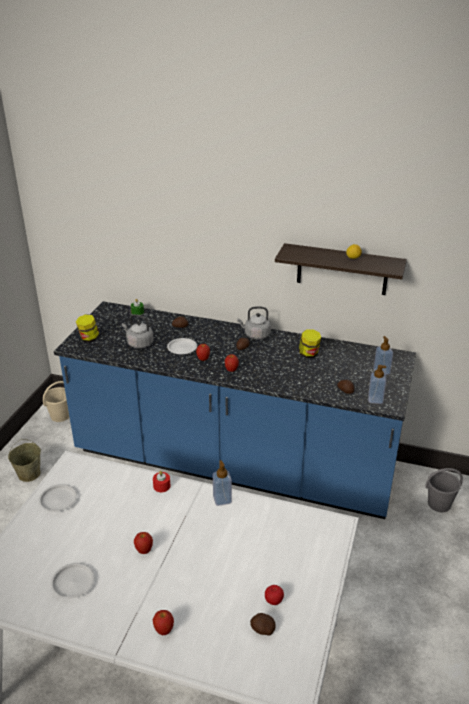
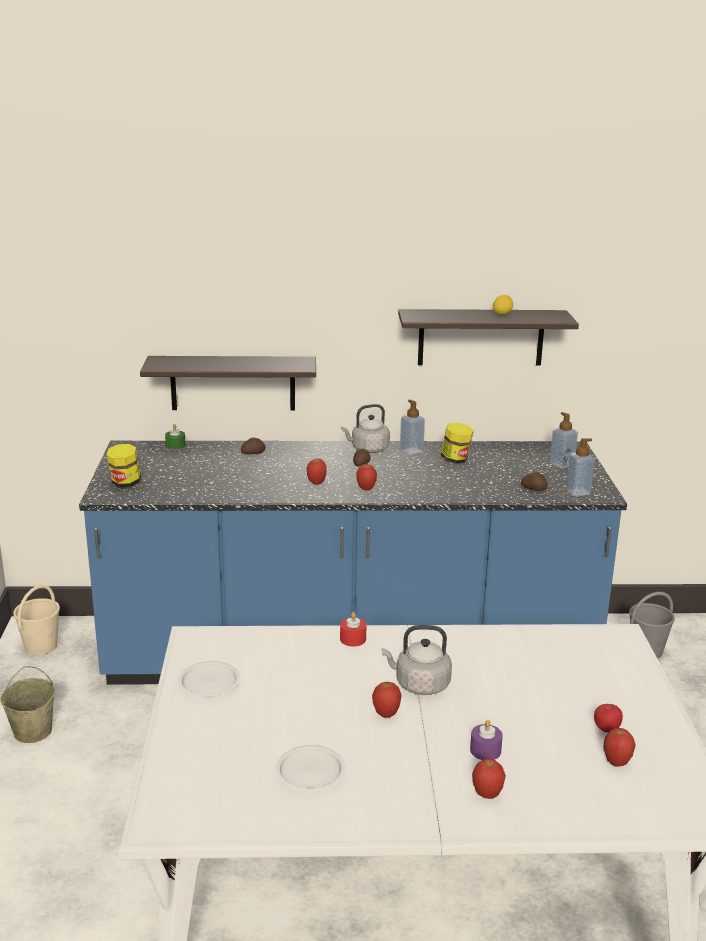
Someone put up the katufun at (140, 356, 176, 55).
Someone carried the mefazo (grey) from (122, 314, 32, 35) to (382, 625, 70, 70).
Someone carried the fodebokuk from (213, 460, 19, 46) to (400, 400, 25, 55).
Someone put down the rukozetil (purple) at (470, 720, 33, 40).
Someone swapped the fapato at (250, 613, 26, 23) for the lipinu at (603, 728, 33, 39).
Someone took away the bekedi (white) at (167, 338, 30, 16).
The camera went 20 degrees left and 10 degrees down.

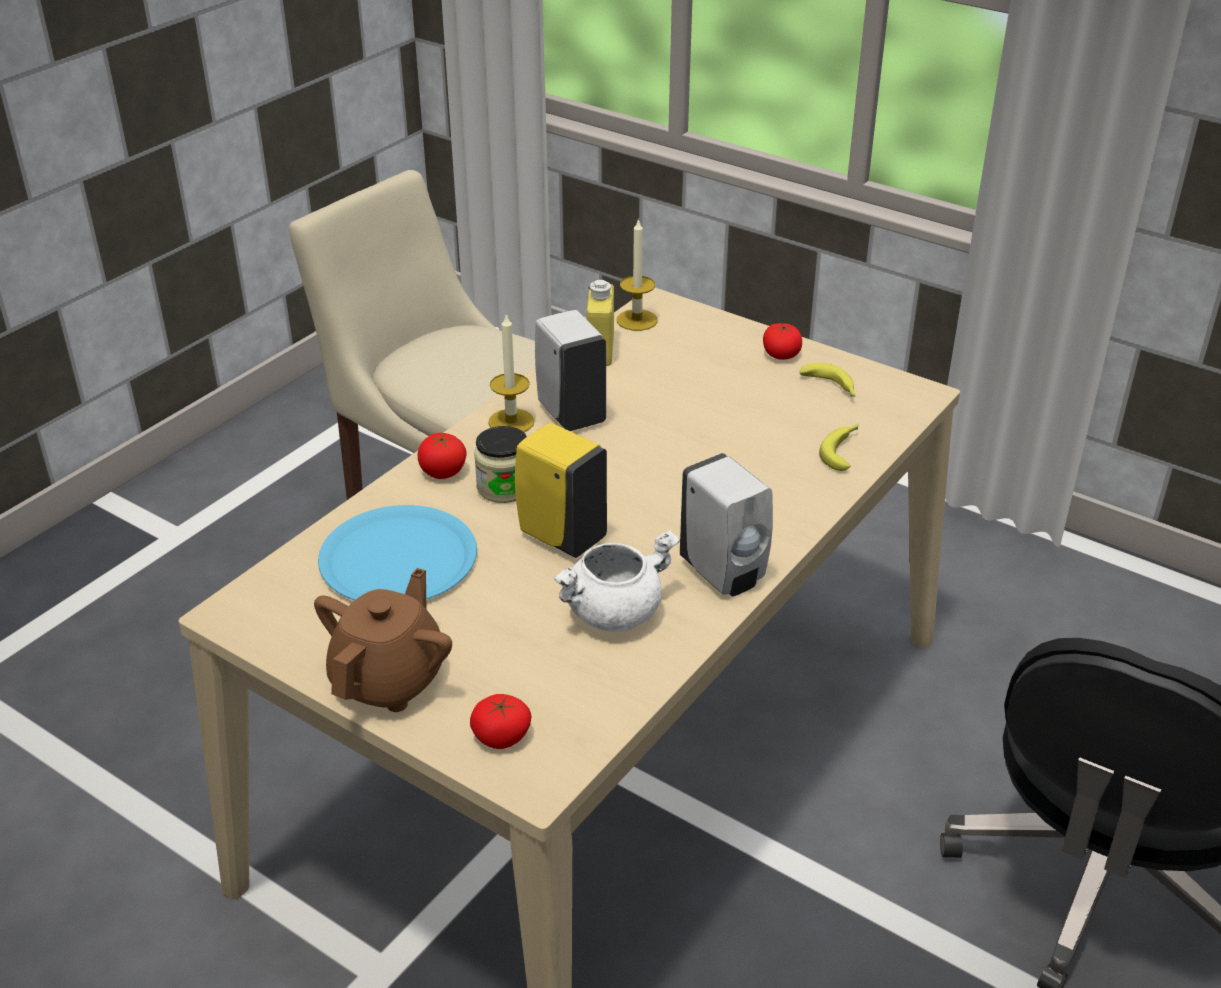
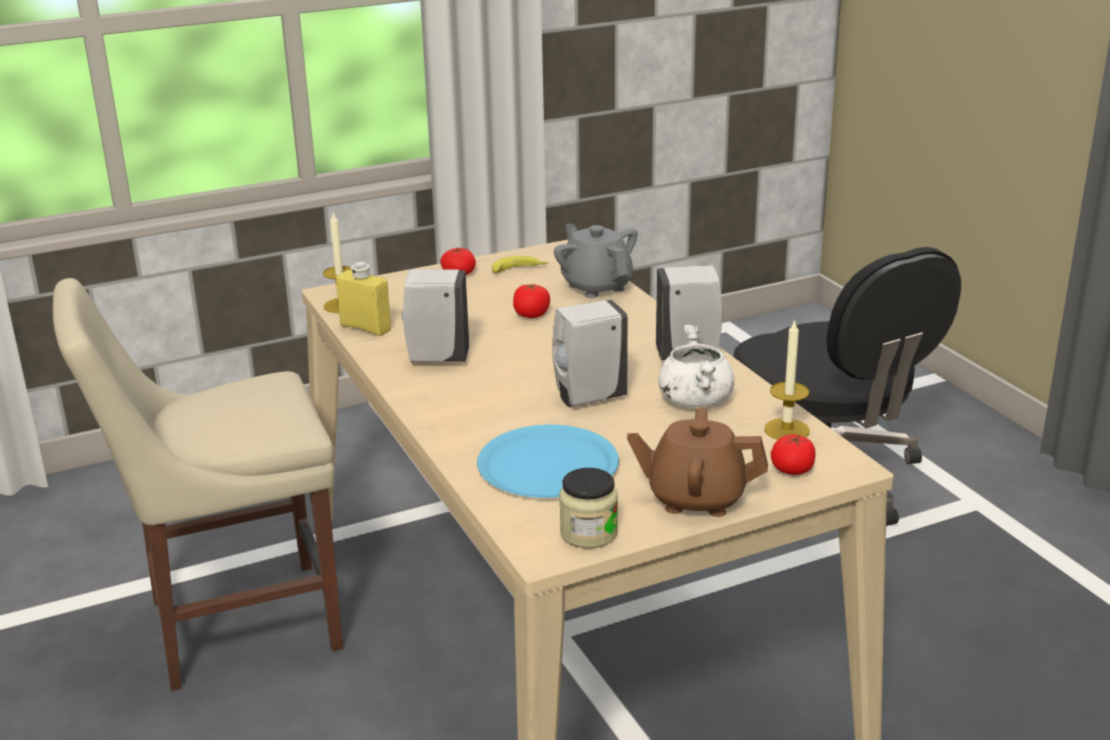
Someone carried the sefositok from (418, 433, 49, 46) to (513, 283, 37, 35).
Someone repainted the fodebokuk (yellow) at (515, 423, 92, 135), which became the fodebokuk (white) at (552, 300, 76, 107).
Someone swapped the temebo at (819, 424, 39, 47) for the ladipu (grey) at (554, 224, 84, 74).
Someone carried the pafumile from (474, 426, 53, 77) to (559, 468, 59, 80).
Someone rotated the ladipu (brown) at (314, 568, 138, 144) by 45 degrees counterclockwise.
Someone carried the rukozetil from (488, 314, 47, 118) to (764, 319, 46, 121).
The camera went 60 degrees left and 10 degrees down.

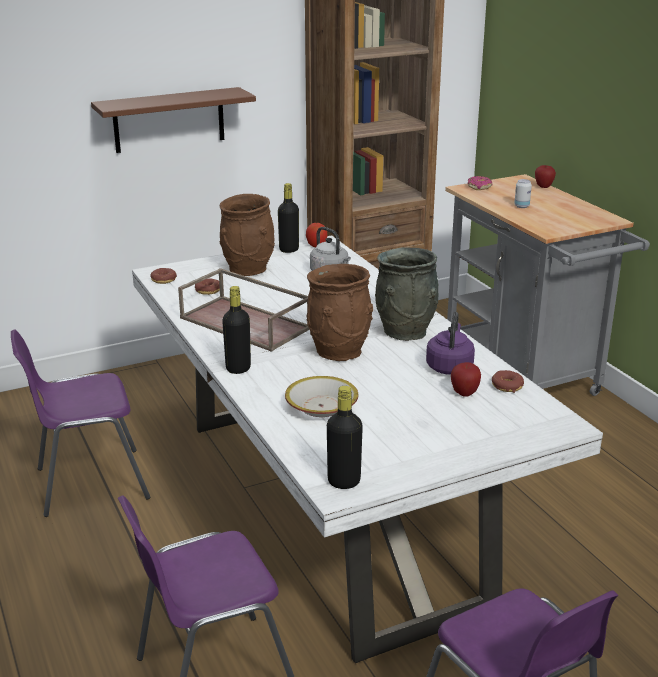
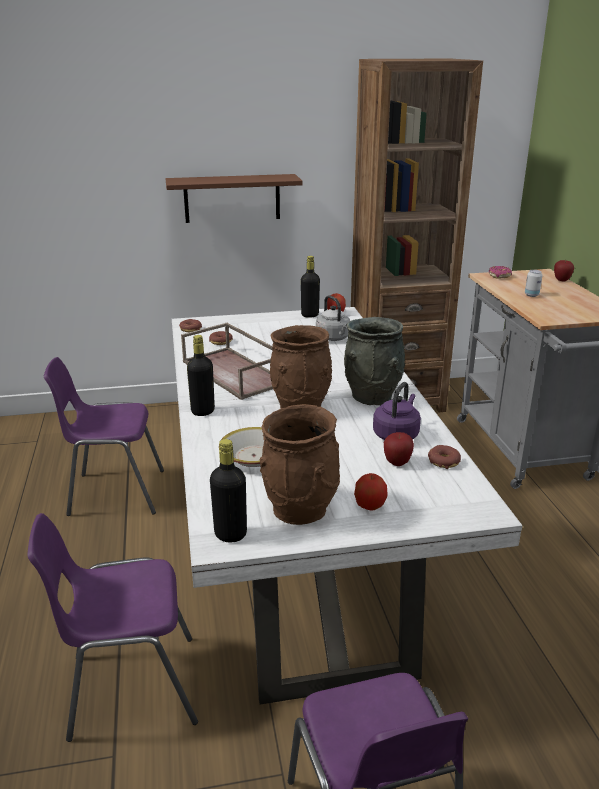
Someone carried the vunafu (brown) from (220, 194, 55, 82) to (260, 404, 80, 121).
Someone put down the lipinu at (354, 473, 33, 38).
The camera went 15 degrees right and 0 degrees up.

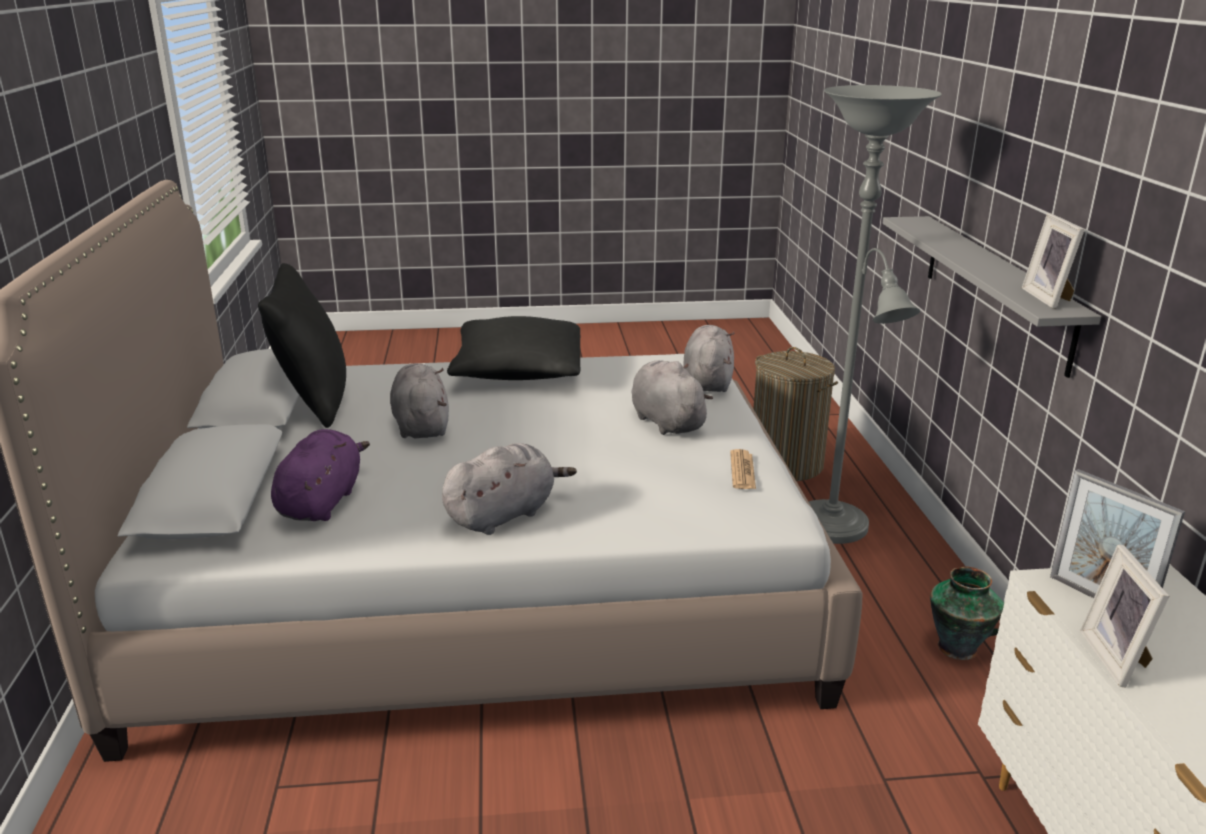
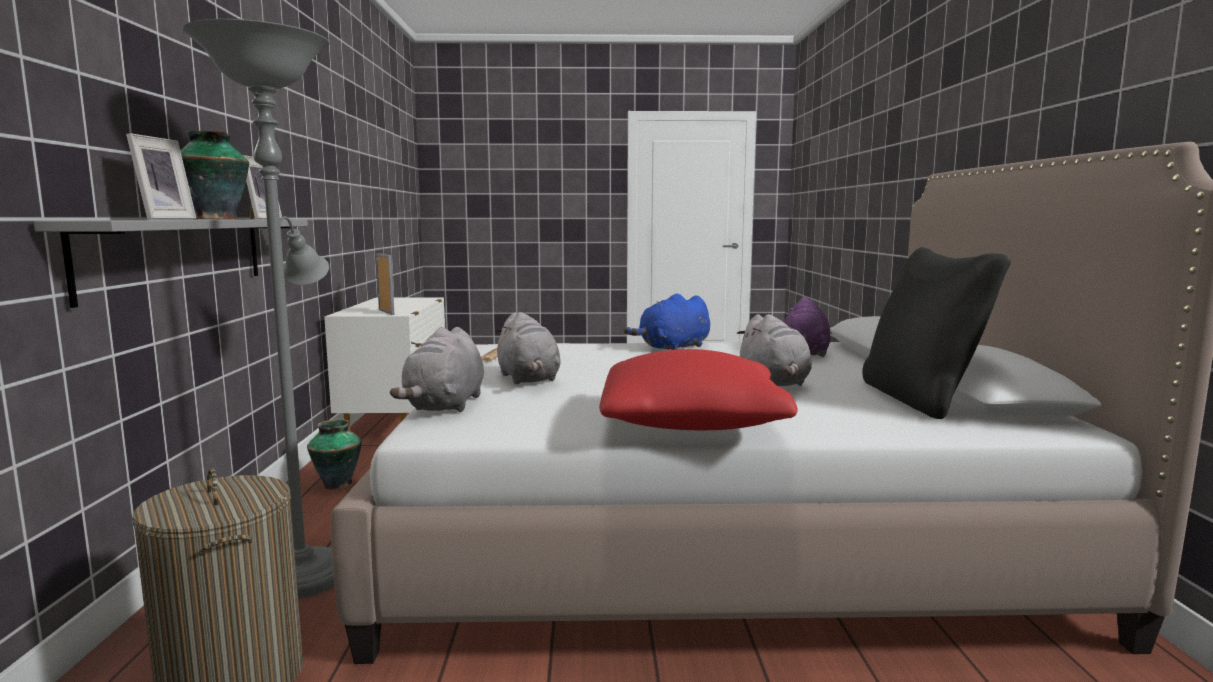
Someone carried the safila from (1080, 545, 90, 143) to (126, 133, 70, 87).
Someone put down the vunafu at (180, 131, 69, 88).
Someone repainted the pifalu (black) at (447, 316, 134, 64), which became the pifalu (red) at (599, 349, 199, 81).
Someone repainted the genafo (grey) at (442, 443, 135, 92), which became the genafo (blue) at (624, 293, 86, 57).
The camera went 175 degrees left and 15 degrees down.

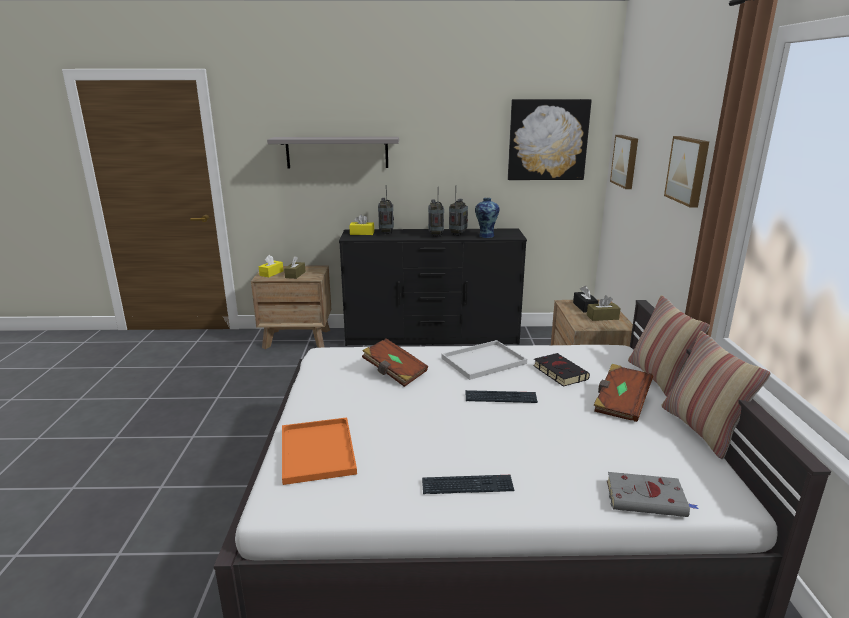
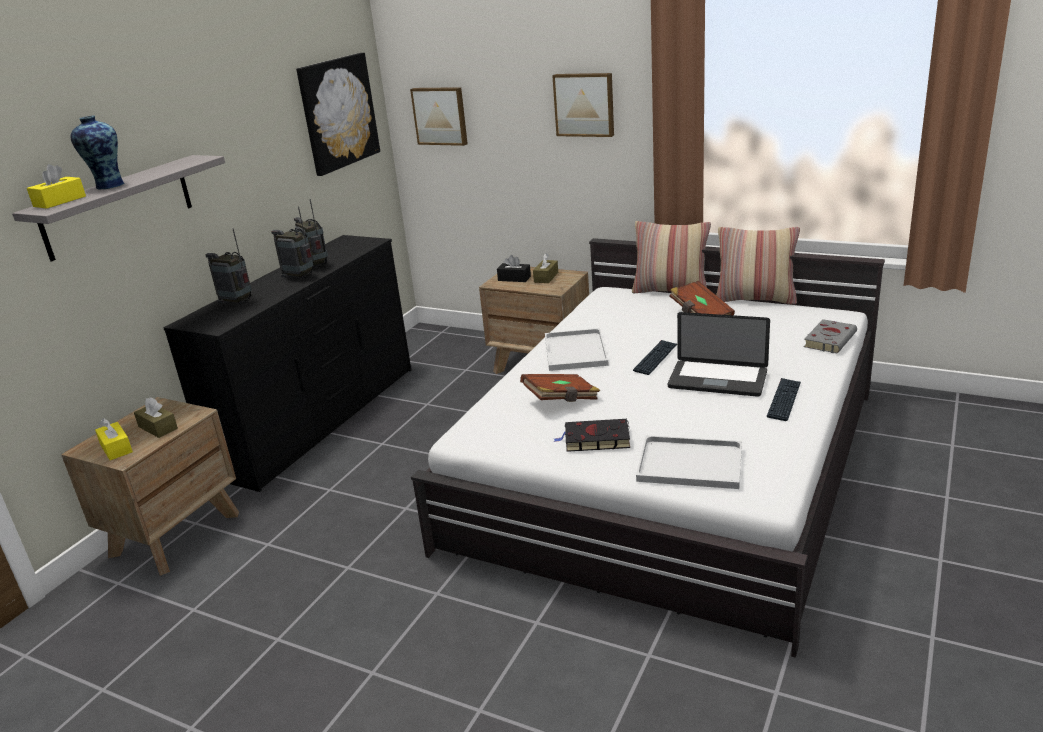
Someone carried the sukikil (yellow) from (349, 214, 25, 21) to (27, 164, 59, 45).
Someone carried the vunafu from (475, 198, 24, 40) to (71, 115, 54, 74).
Someone carried the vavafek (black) from (533, 353, 57, 33) to (553, 419, 77, 33).
Someone repainted the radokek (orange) at (282, 417, 75, 68), which became the radokek (white) at (636, 435, 106, 54).
Someone put down the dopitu at (668, 312, 102, 85).
The camera went 60 degrees left and 5 degrees up.

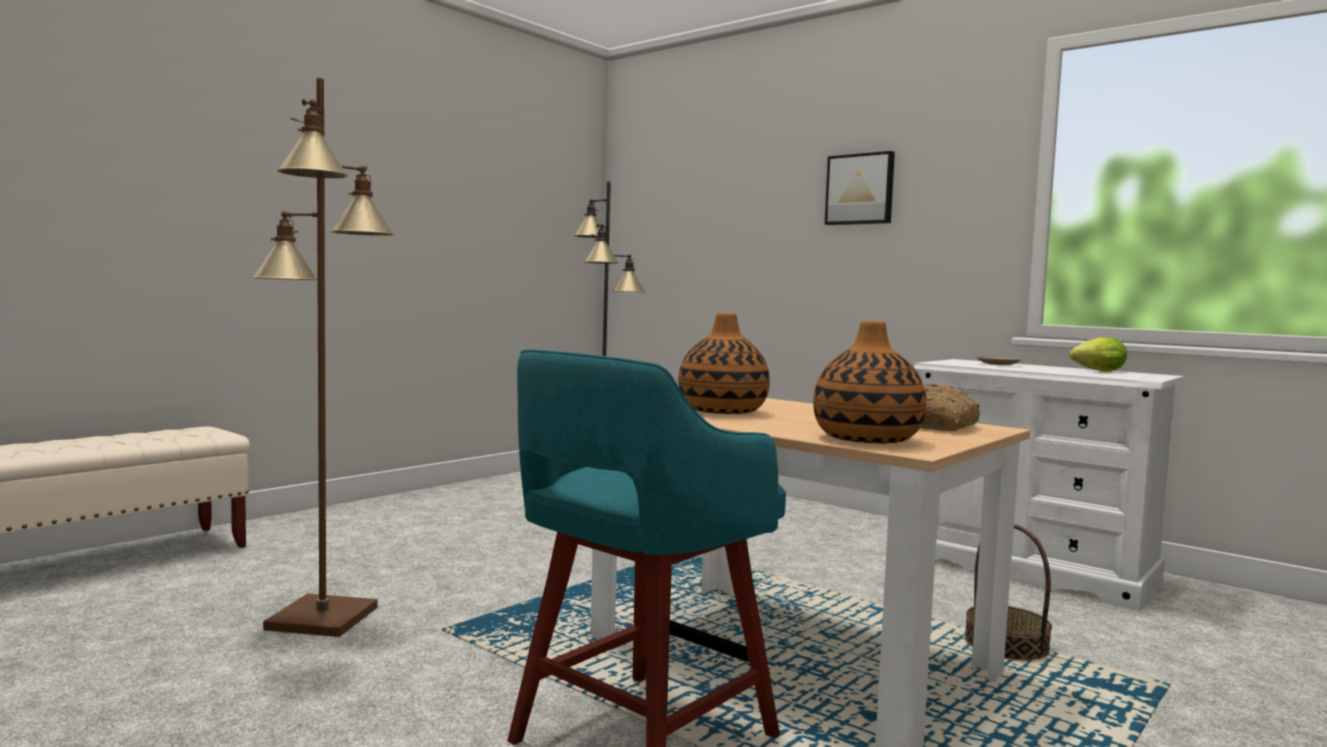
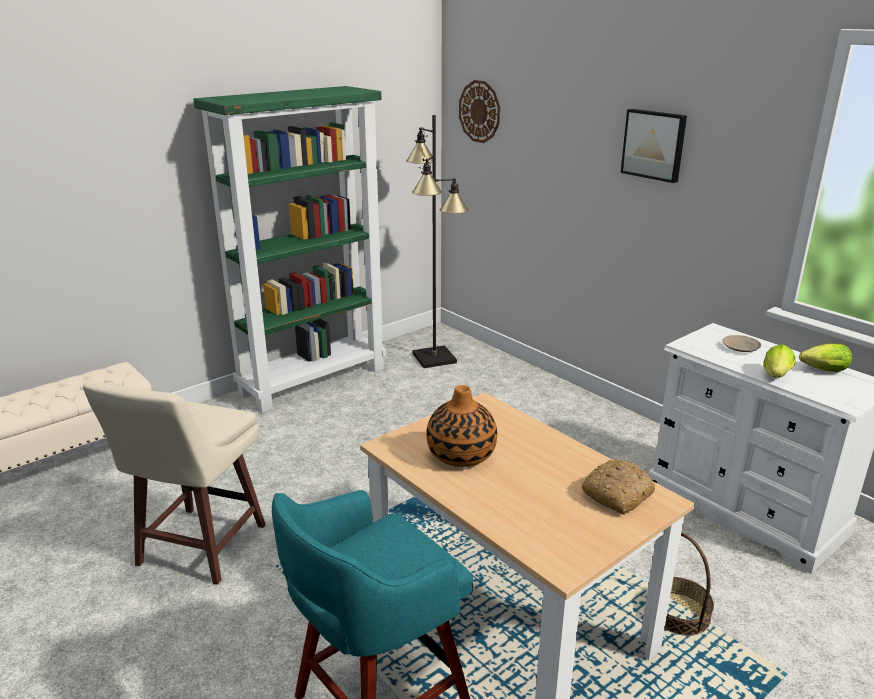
Someone swapped the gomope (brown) at (251, 78, 143, 559) for the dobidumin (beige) at (83, 381, 183, 204).
Someone put down the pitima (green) at (193, 86, 194, 327).
Someone put up the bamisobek at (459, 80, 41, 63).
Someone put down the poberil at (763, 344, 33, 34).
Someone took away the vunafu at (813, 321, 113, 122).
The camera went 10 degrees right and 20 degrees up.

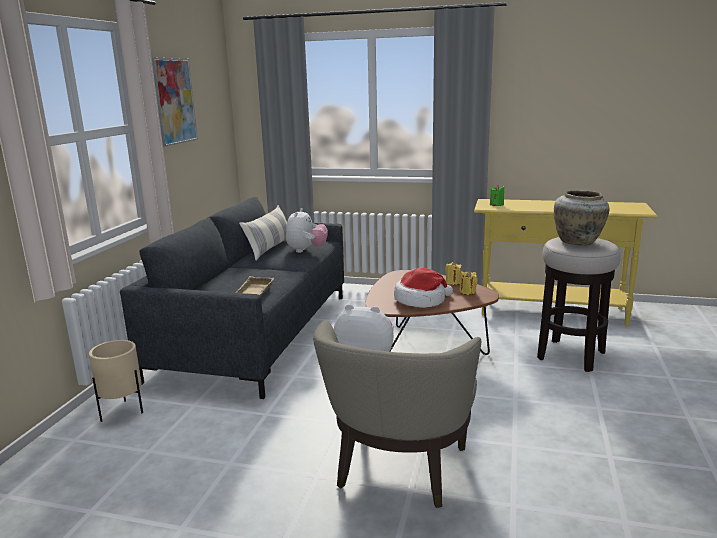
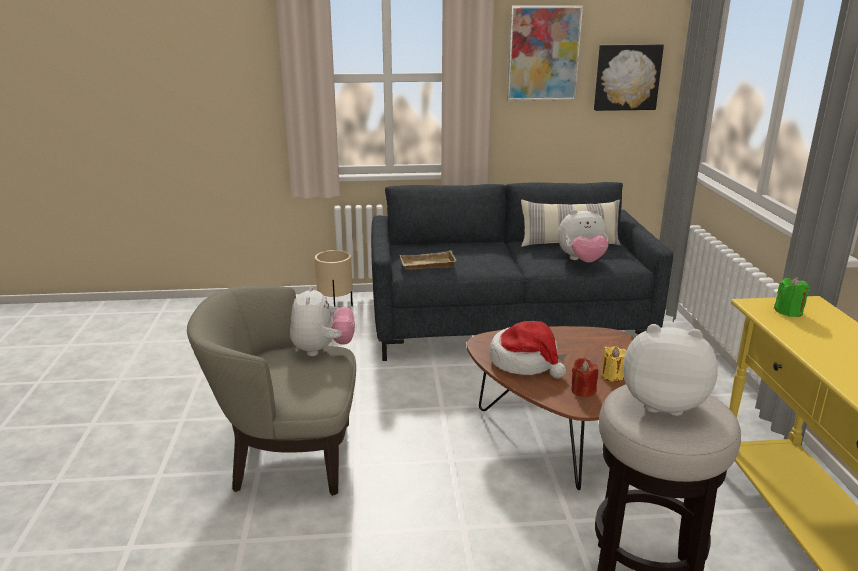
Someone repainted the rukozetil (yellow) at (460, 270, 17, 25), which became the rukozetil (red) at (571, 358, 27, 39).
Someone put up the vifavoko at (594, 44, 70, 67).
Someone swapped the vunafu (beige) at (554, 191, 56, 55) for the genafo at (623, 324, 95, 92).
The camera went 70 degrees right and 5 degrees up.

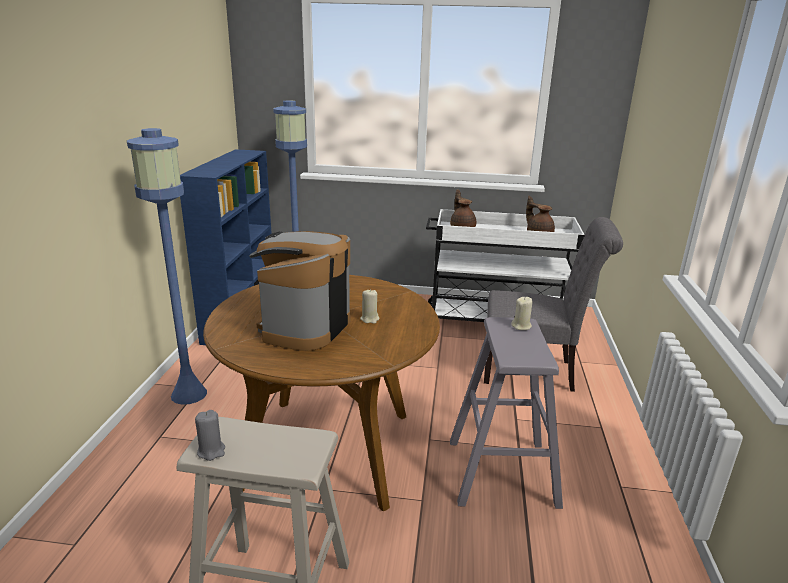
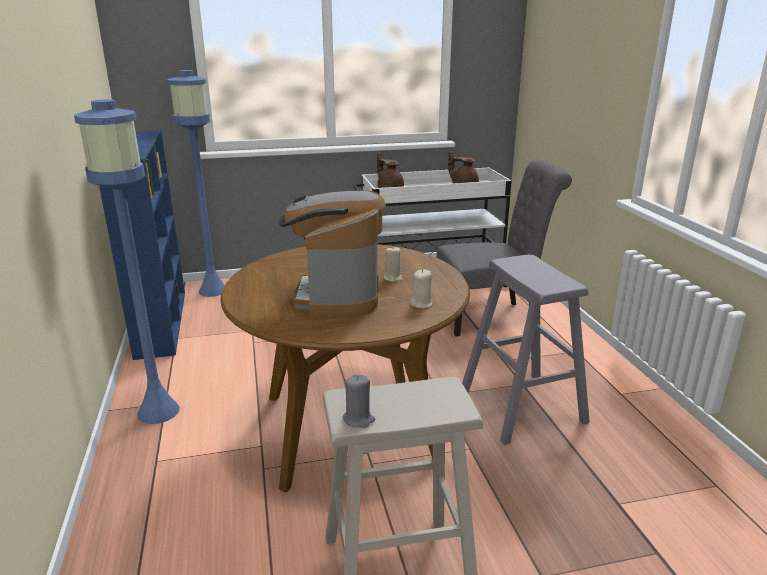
Someone carried the rukozetil (beige) from (511, 297, 22, 33) to (410, 269, 23, 39).
The camera went 20 degrees left and 0 degrees up.

